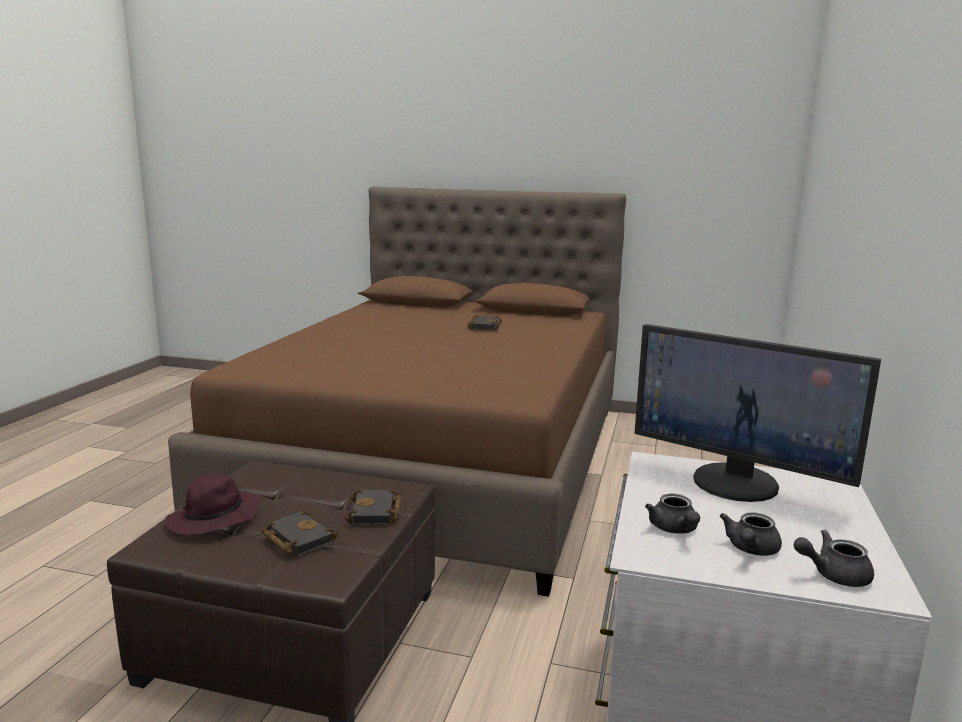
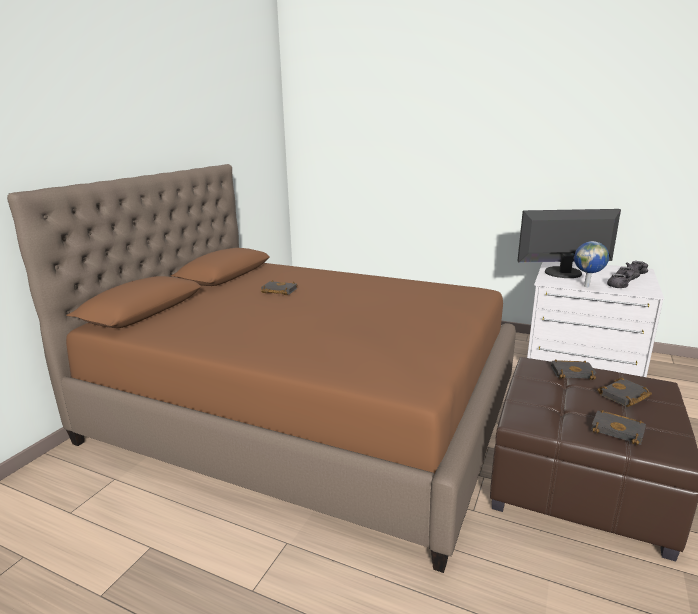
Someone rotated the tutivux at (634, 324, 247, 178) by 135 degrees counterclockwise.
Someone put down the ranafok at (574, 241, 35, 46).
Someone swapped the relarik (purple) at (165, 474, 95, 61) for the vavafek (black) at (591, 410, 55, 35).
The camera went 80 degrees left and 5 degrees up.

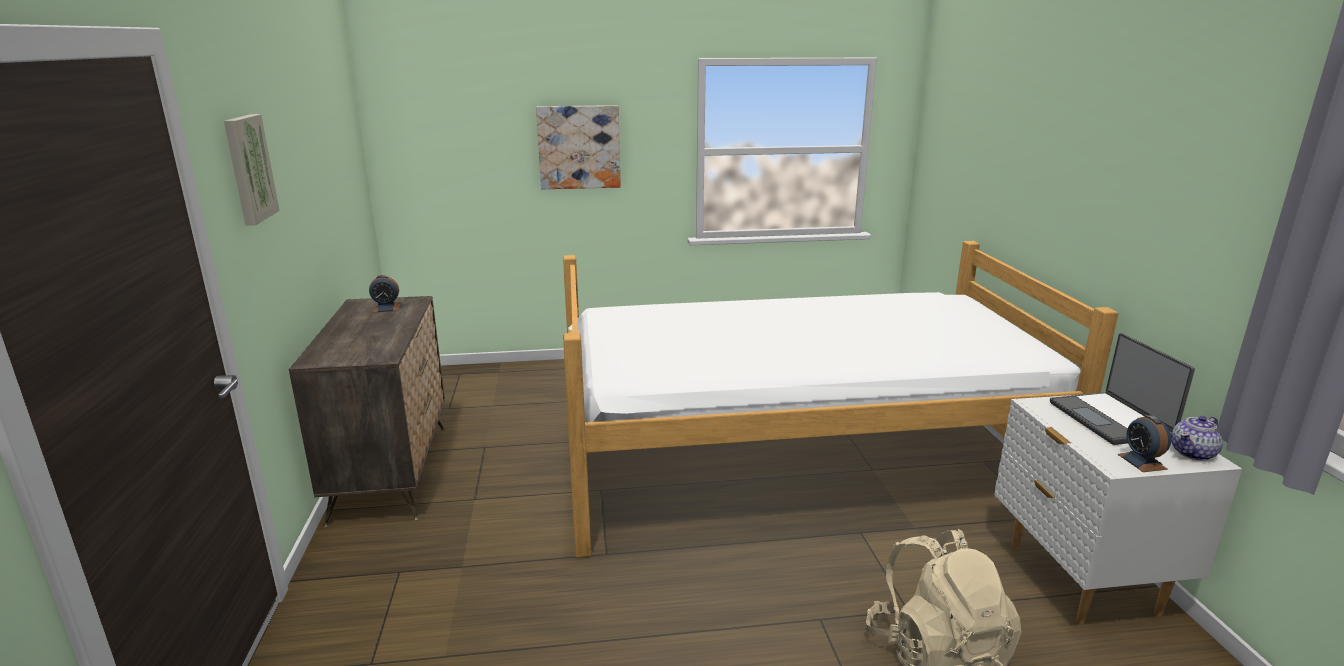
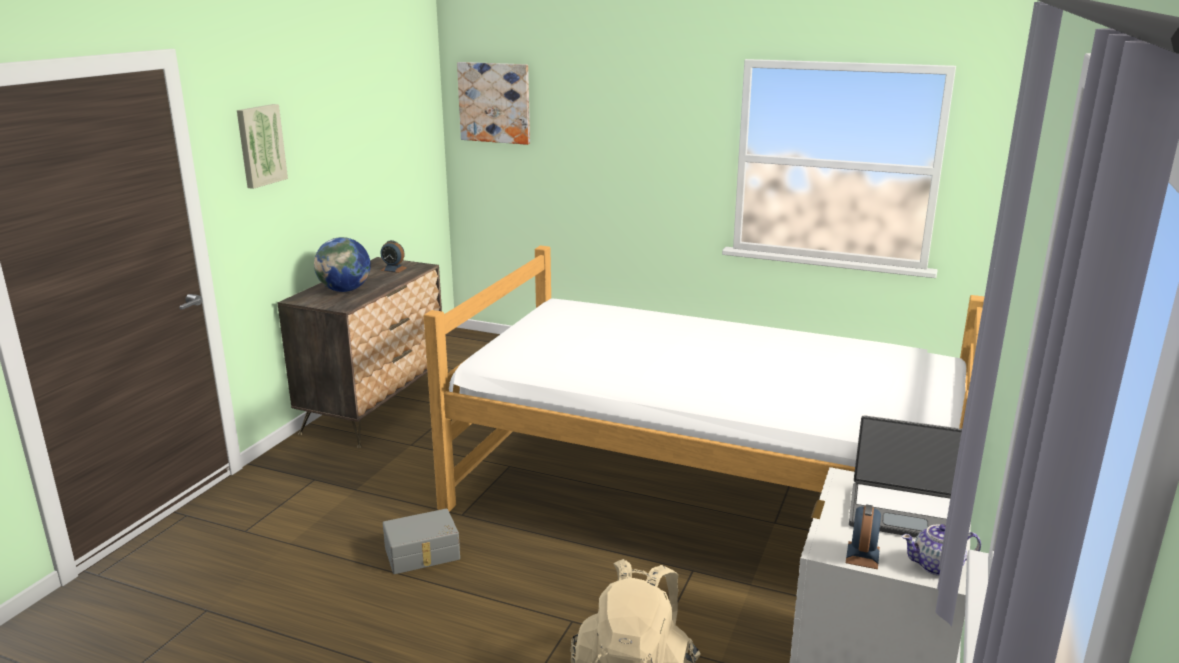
Someone put down the ranafok at (314, 237, 57, 55).
Someone put down the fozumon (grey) at (383, 509, 77, 65).
Someone carried the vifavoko from (536, 105, 85, 84) to (457, 62, 73, 83).
Someone rotated the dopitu at (1050, 333, 145, 112) by 90 degrees counterclockwise.
The camera went 30 degrees right and 0 degrees up.

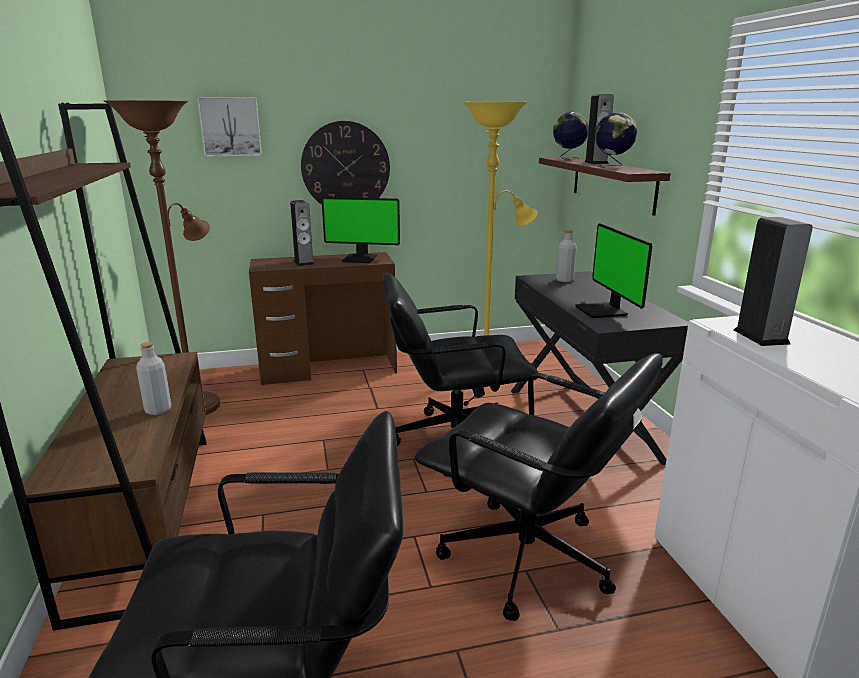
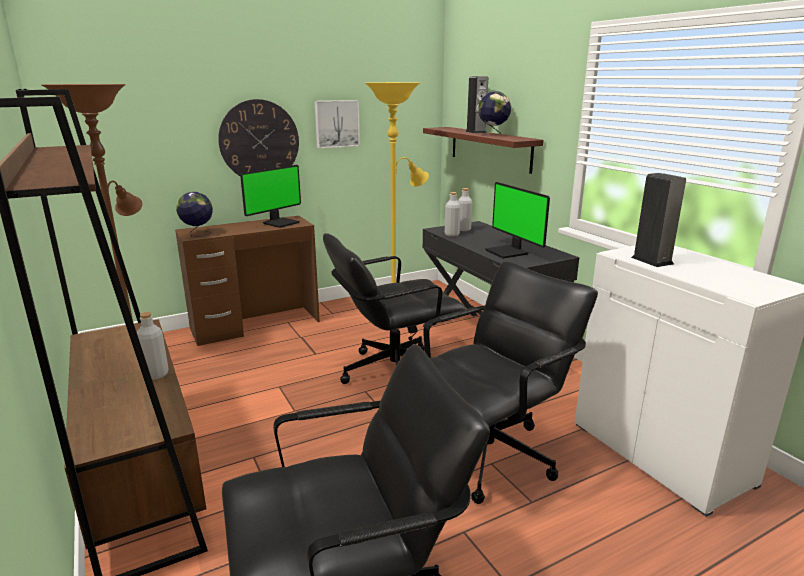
Someone carried the ranafok from (553, 112, 36, 47) to (176, 192, 37, 45).
Someone rotated the tutivux at (322, 197, 78, 66) by 45 degrees counterclockwise.
Someone carried the vifavoko from (197, 97, 65, 60) to (315, 100, 45, 48).
Someone rotated the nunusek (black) at (415, 353, 248, 268) by 60 degrees counterclockwise.
Someone put down the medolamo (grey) at (445, 192, 16, 45).
Someone took away the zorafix at (290, 200, 25, 66).
The camera went 15 degrees left and 0 degrees up.

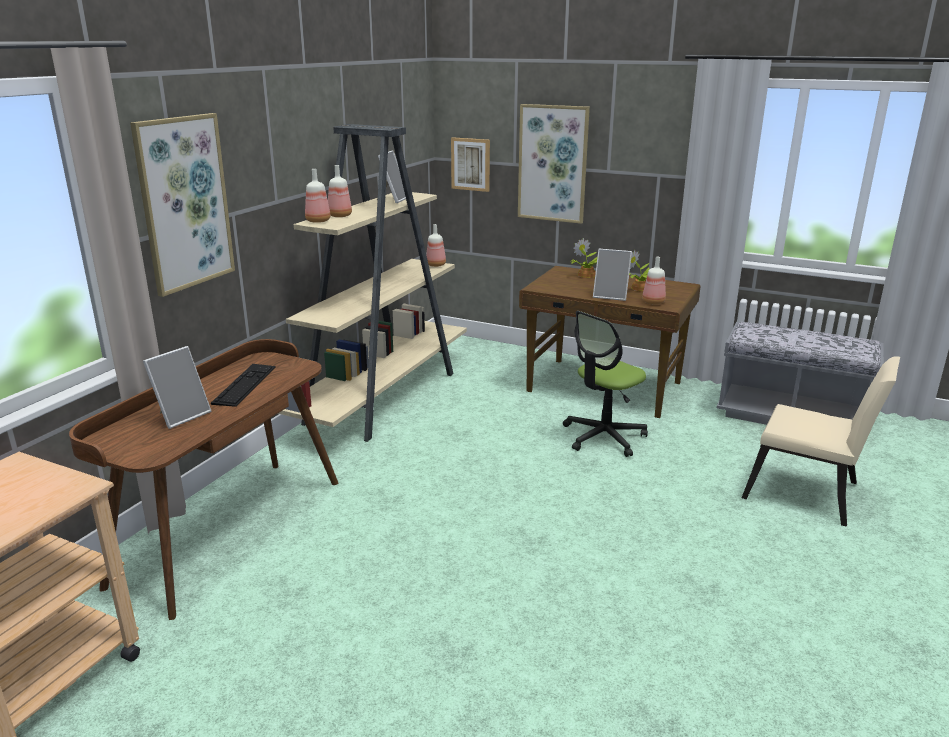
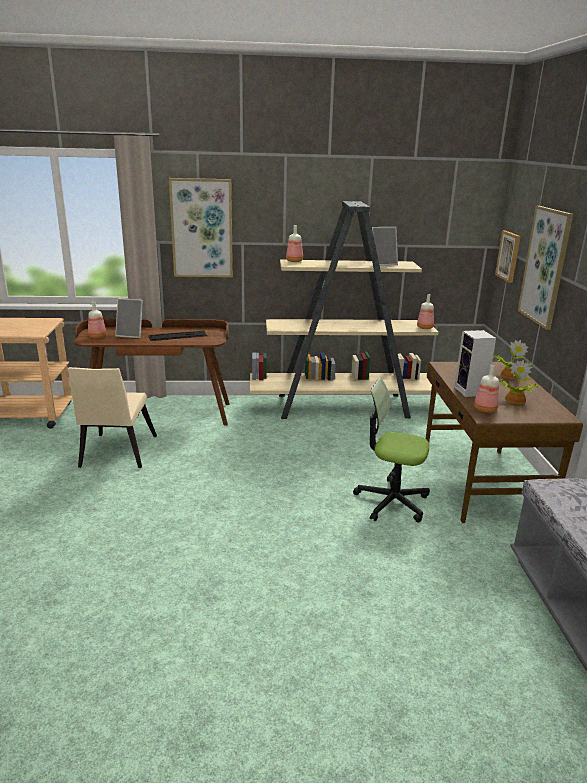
Someone carried the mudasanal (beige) from (742, 357, 158, 170) to (68, 367, 89, 101).
Someone carried the medolamo from (328, 165, 24, 52) to (88, 302, 18, 36).
Someone swapped the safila at (593, 249, 39, 52) for the zorafix at (454, 330, 42, 67).
The camera went 60 degrees right and 0 degrees up.

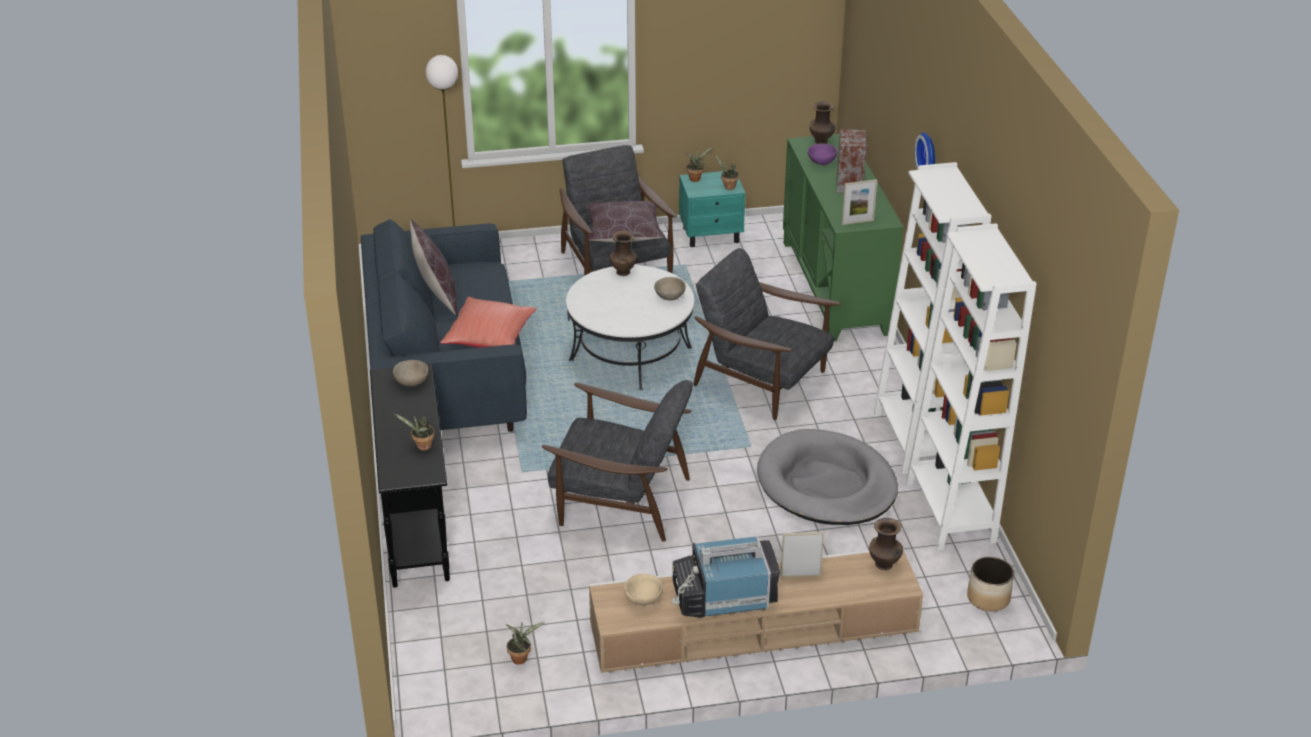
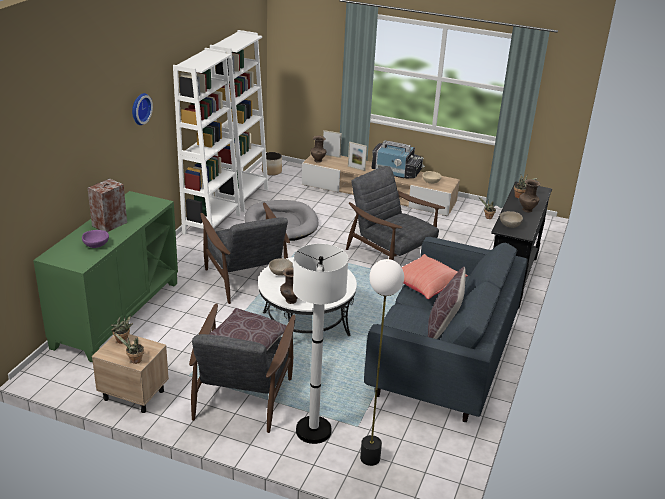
Someone repainted the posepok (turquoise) at (679, 170, 67, 77), which became the posepok (beige) at (92, 334, 77, 79).
Someone put down the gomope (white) at (293, 244, 55, 200).
Someone carried the safila from (842, 179, 35, 46) to (323, 130, 19, 28).
Someone carried the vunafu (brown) from (809, 102, 27, 42) to (519, 179, 22, 33).
The camera went 150 degrees left and 5 degrees down.

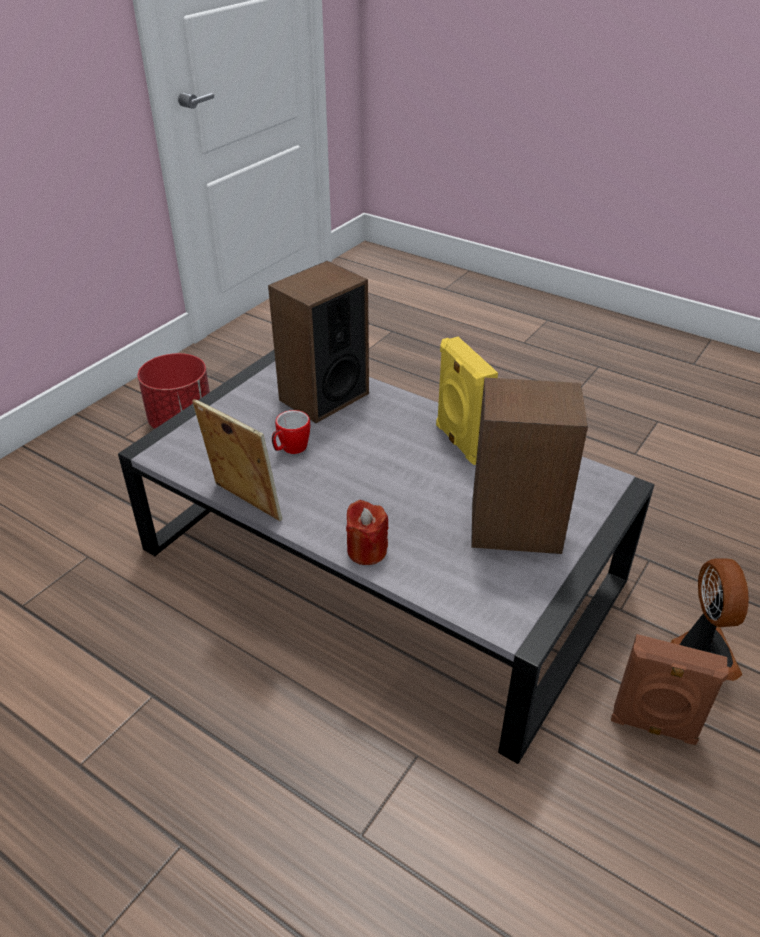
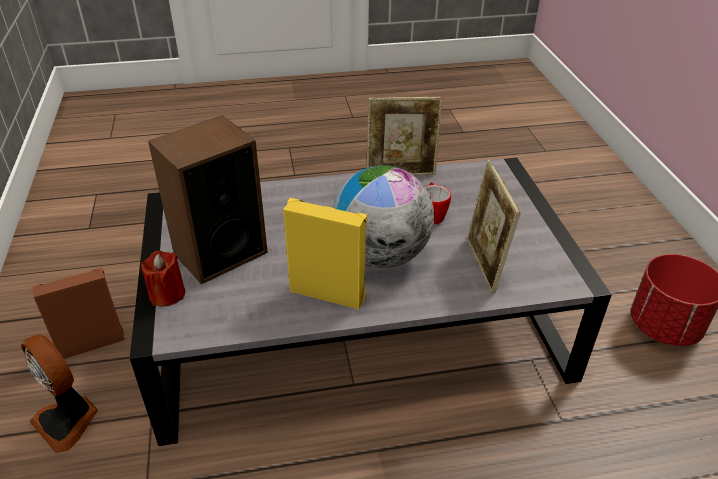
Someone carried the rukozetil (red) from (346, 500, 43, 65) to (141, 251, 44, 55).
Someone put down the ranafok at (333, 165, 101, 103).
Someone swapped the zorafix at (268, 261, 101, 162) for the safila at (467, 160, 54, 134).
The camera went 135 degrees right and 0 degrees up.

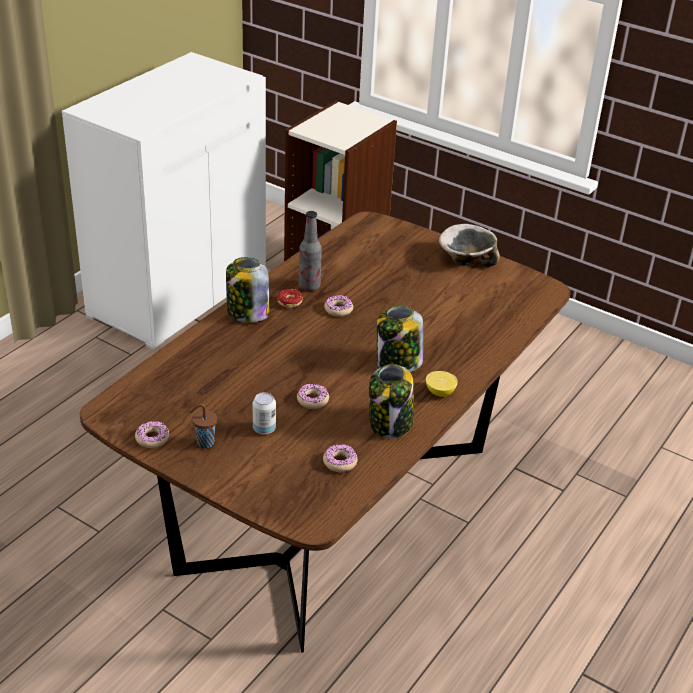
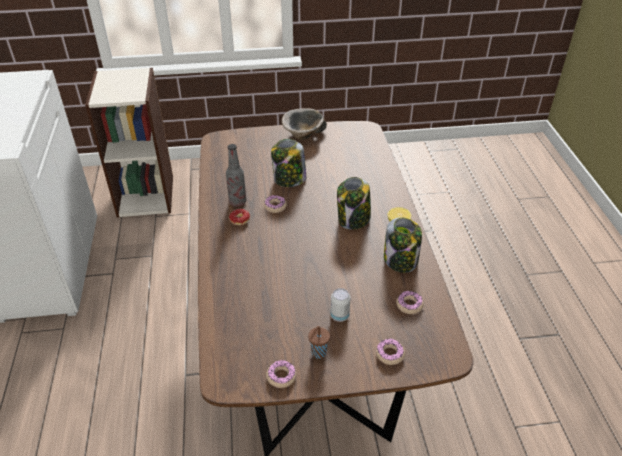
Someone carried the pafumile from (226, 257, 43, 65) to (271, 139, 35, 48).
Someone carried the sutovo from (297, 384, 32, 25) to (376, 339, 29, 26).
The camera went 40 degrees left and 5 degrees up.

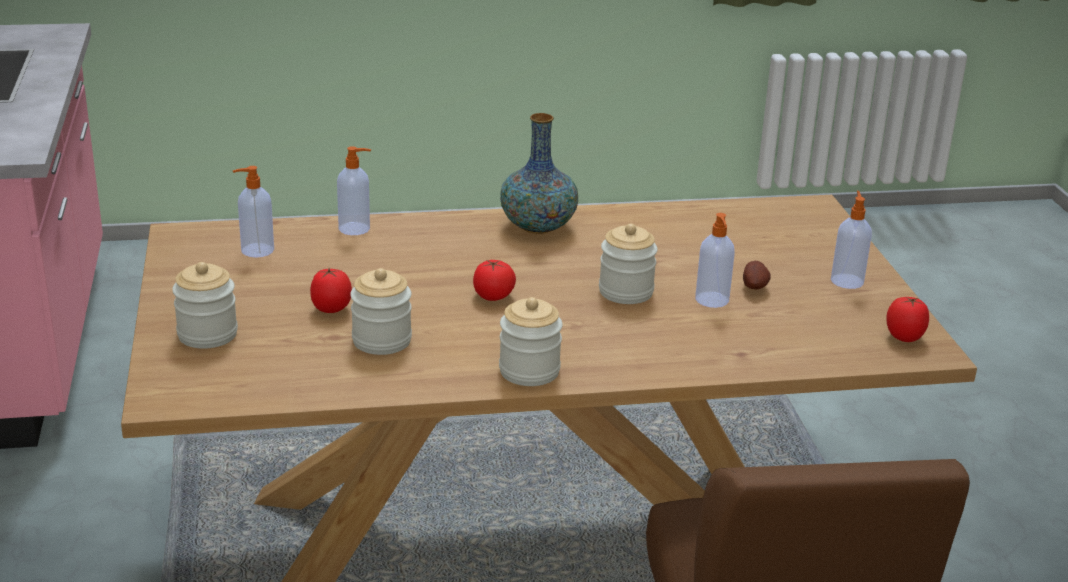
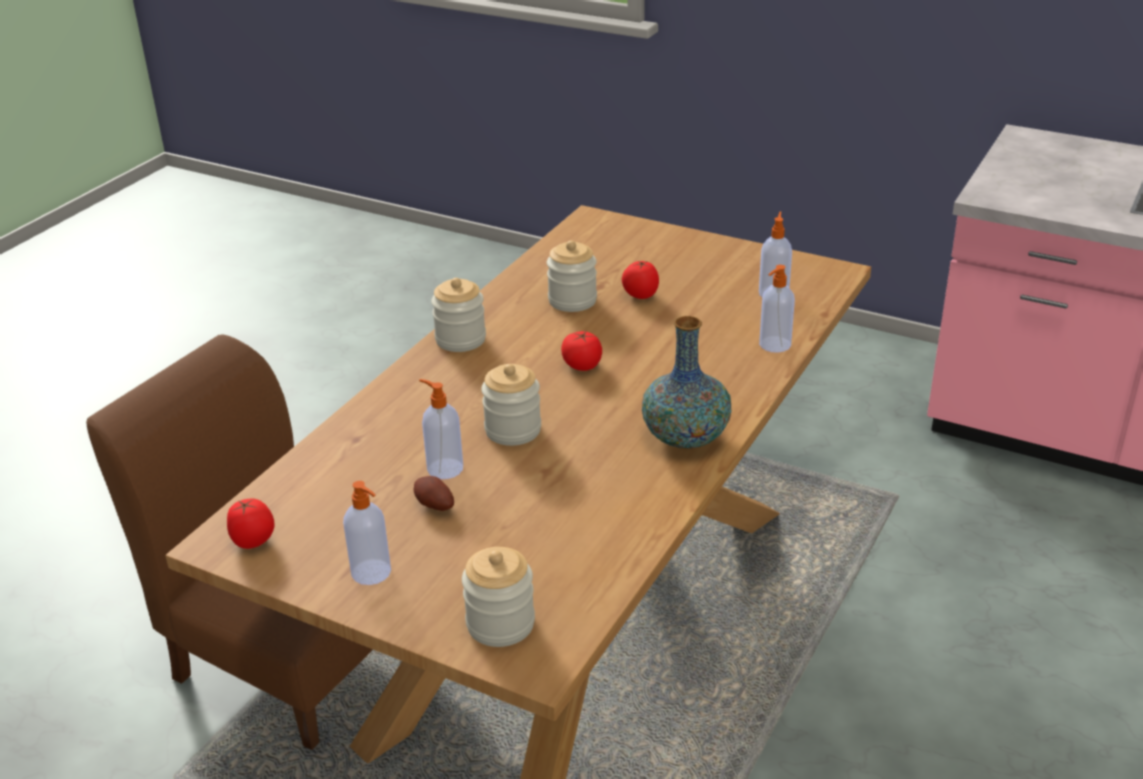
Someone carried the pafumile from (172, 262, 66, 87) to (462, 547, 73, 100).
The camera went 130 degrees right and 5 degrees up.

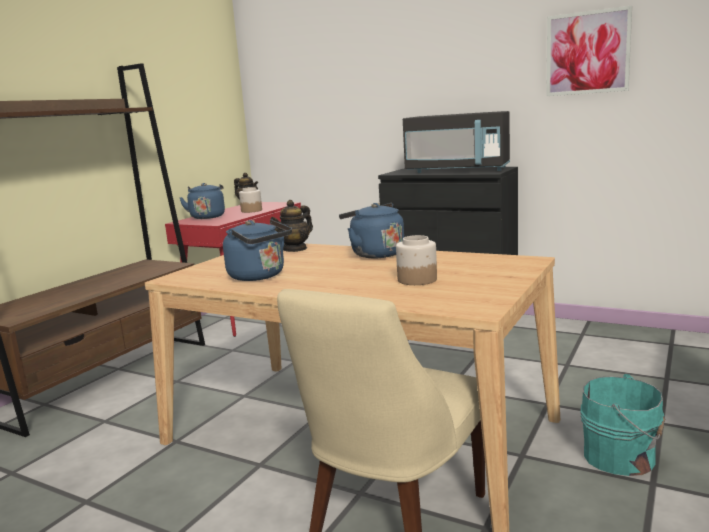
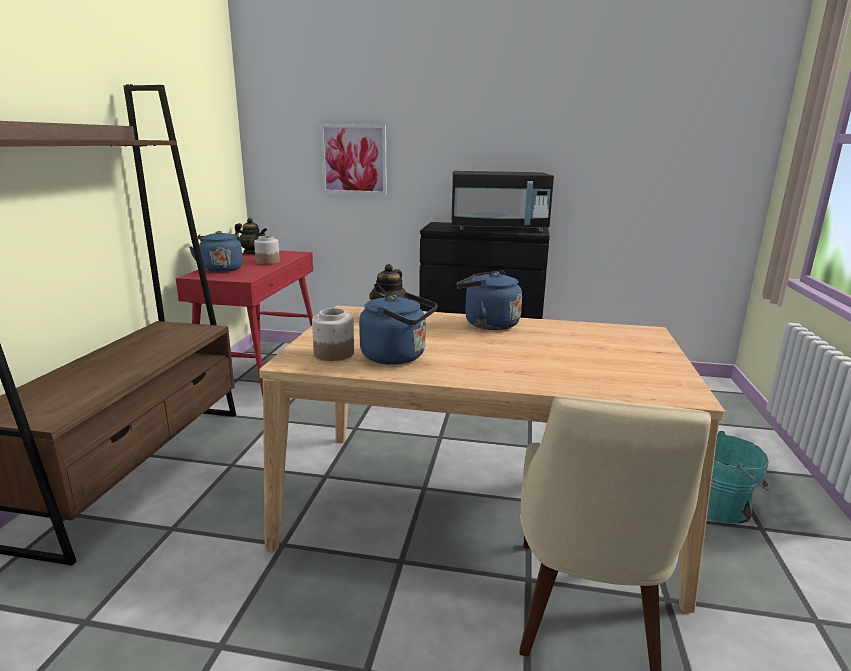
Someone carried the pafumile from (396, 235, 41, 50) to (312, 308, 42, 53).
Someone carried the vifavoko from (546, 5, 86, 91) to (320, 124, 67, 71).
The camera went 20 degrees left and 5 degrees up.

